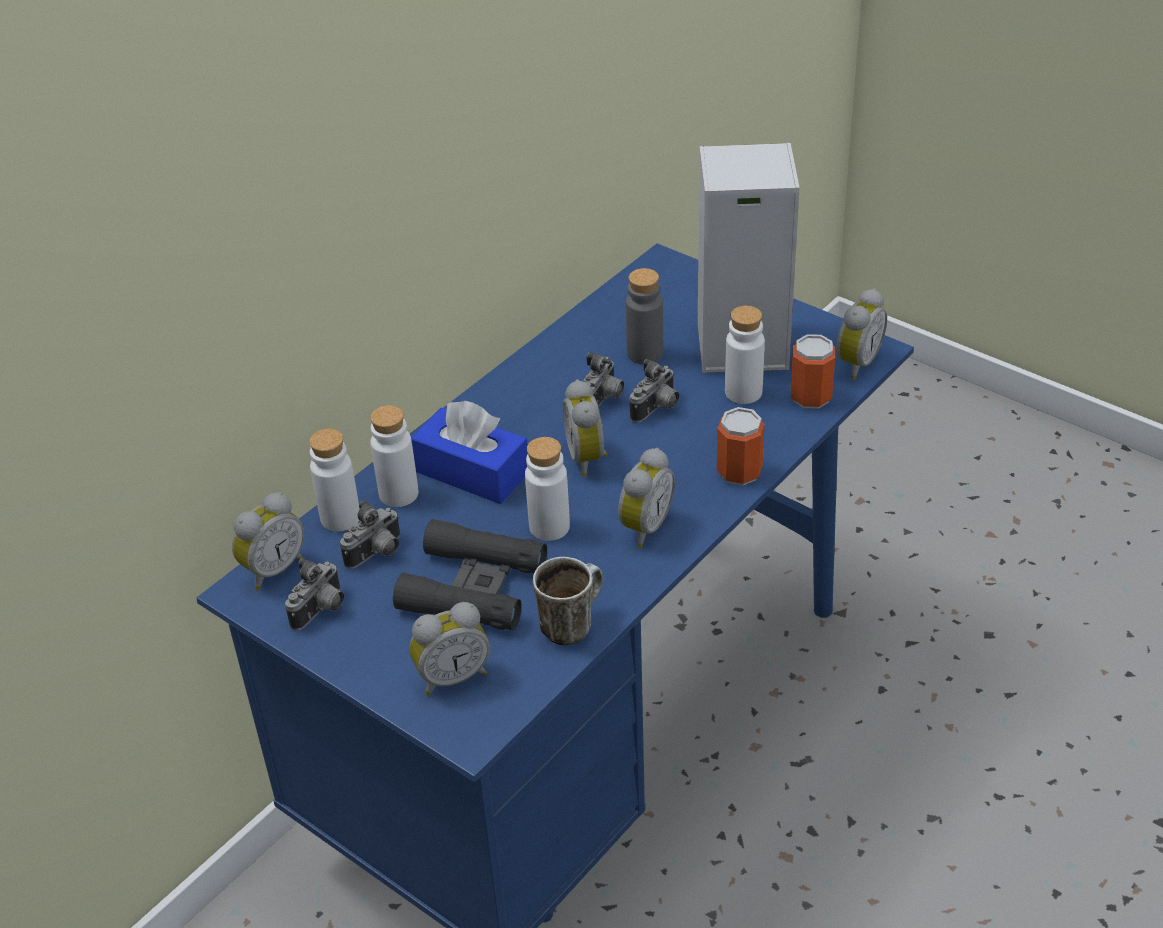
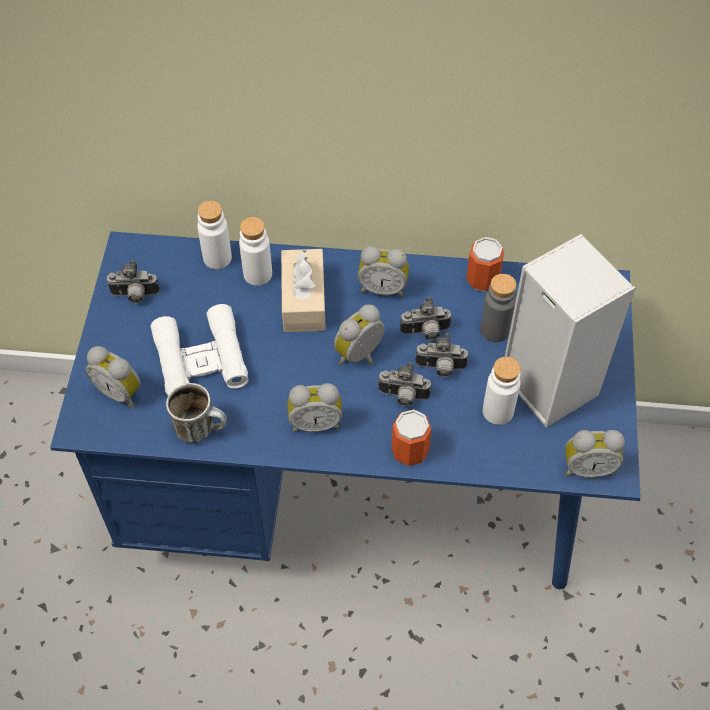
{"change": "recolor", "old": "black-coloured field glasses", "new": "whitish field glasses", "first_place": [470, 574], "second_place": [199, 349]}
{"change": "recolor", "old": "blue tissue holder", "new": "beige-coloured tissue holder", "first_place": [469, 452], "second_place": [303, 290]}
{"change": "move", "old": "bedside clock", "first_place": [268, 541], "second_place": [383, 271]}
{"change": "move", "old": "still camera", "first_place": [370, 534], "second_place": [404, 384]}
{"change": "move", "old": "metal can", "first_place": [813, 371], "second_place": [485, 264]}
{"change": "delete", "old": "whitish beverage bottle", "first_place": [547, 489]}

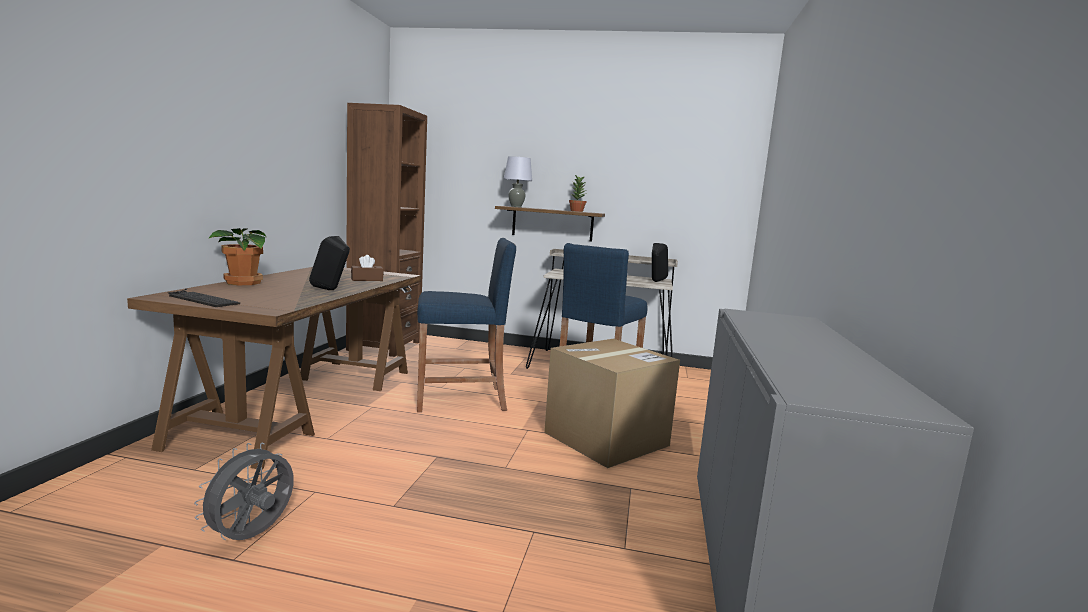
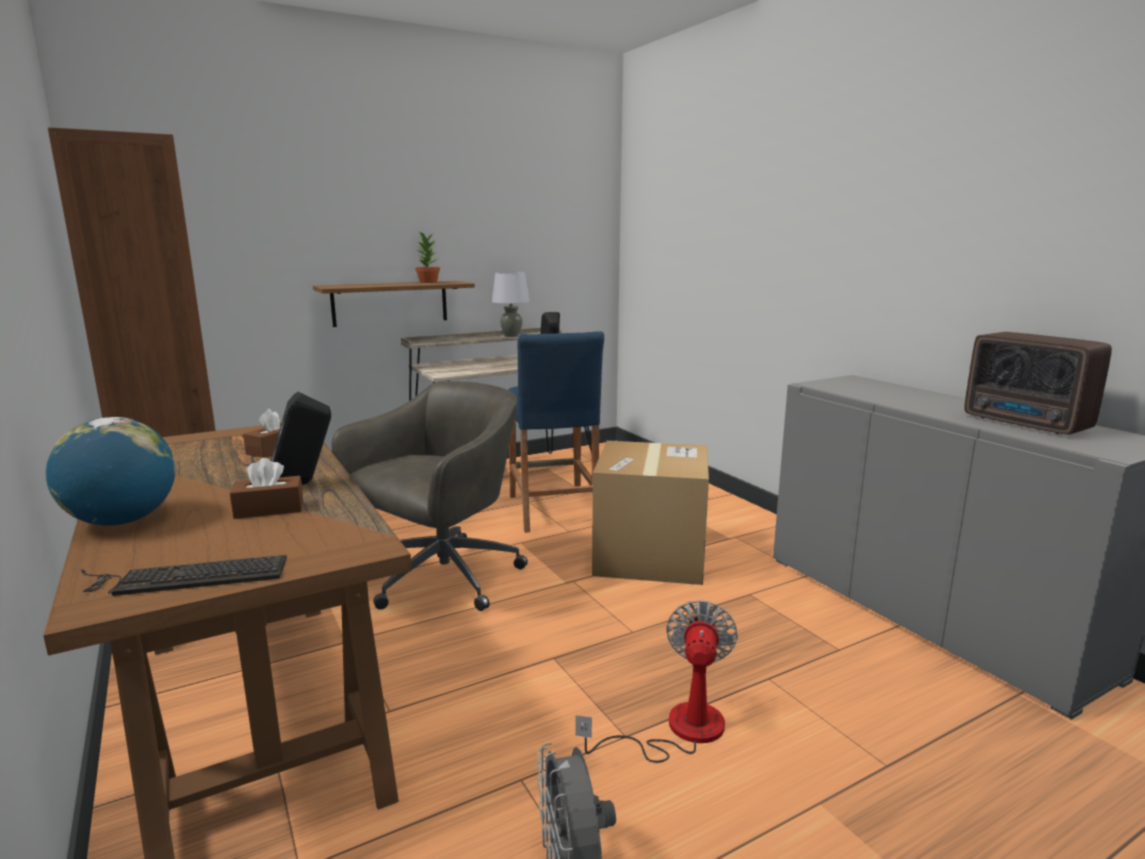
{"change": "replace", "old": "plant in a pot", "new": "desk globe", "first_place": [237, 256], "second_place": [110, 471]}
{"change": "insert", "new": "brown tissue holder", "second_place": [266, 488]}
{"change": "replace", "old": "blue stool", "new": "gray desk chair", "first_place": [466, 325], "second_place": [430, 496]}
{"change": "move", "old": "gray lamp for a table", "first_place": [517, 181], "second_place": [511, 304]}
{"change": "insert", "new": "fan", "second_place": [657, 681]}
{"change": "insert", "new": "radio set", "second_place": [1038, 383]}

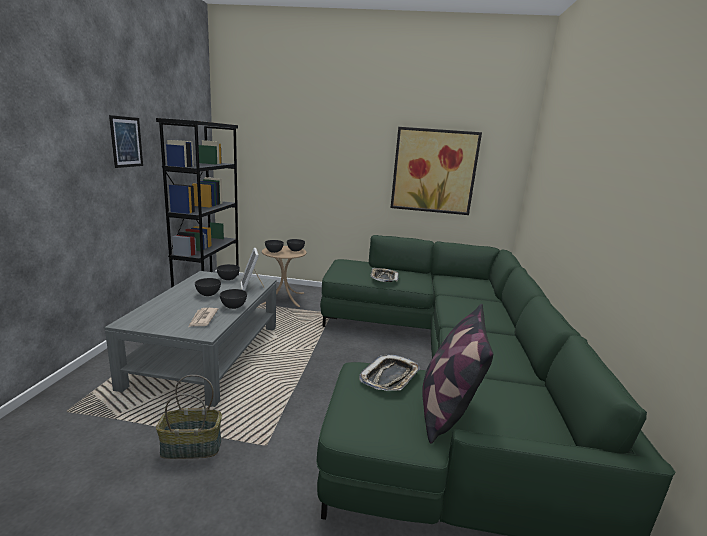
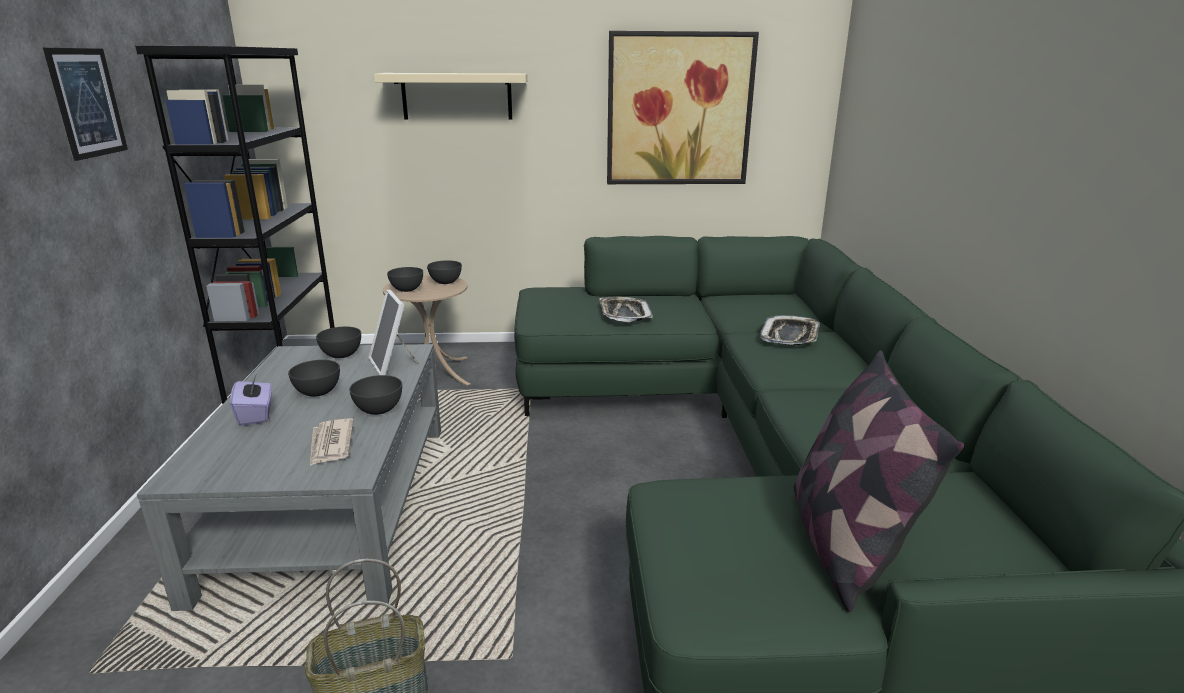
{"change": "insert", "new": "purple-coloured tissue holder", "second_place": [251, 399]}
{"change": "insert", "new": "beige-coloured wall shelf", "second_place": [450, 96]}
{"change": "move", "old": "tray", "first_place": [389, 372], "second_place": [790, 330]}

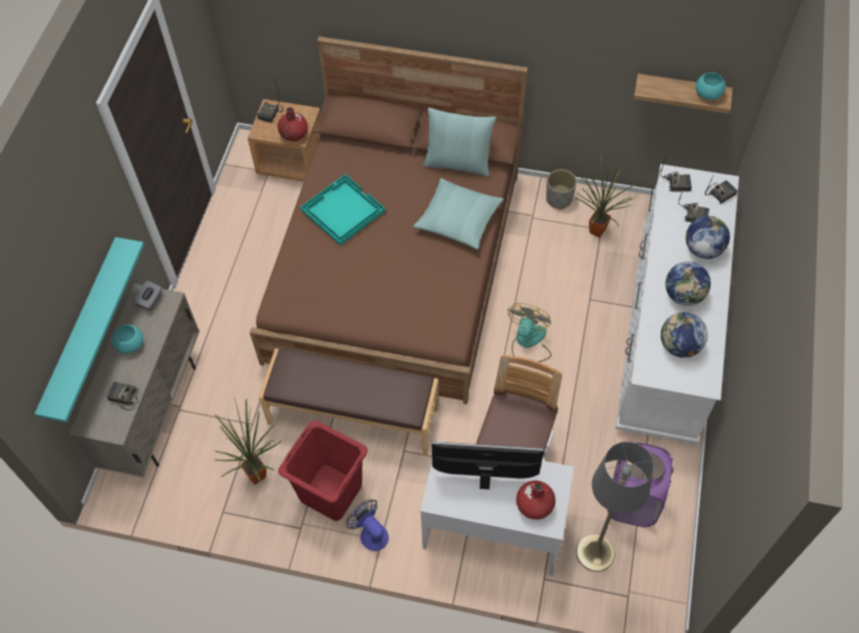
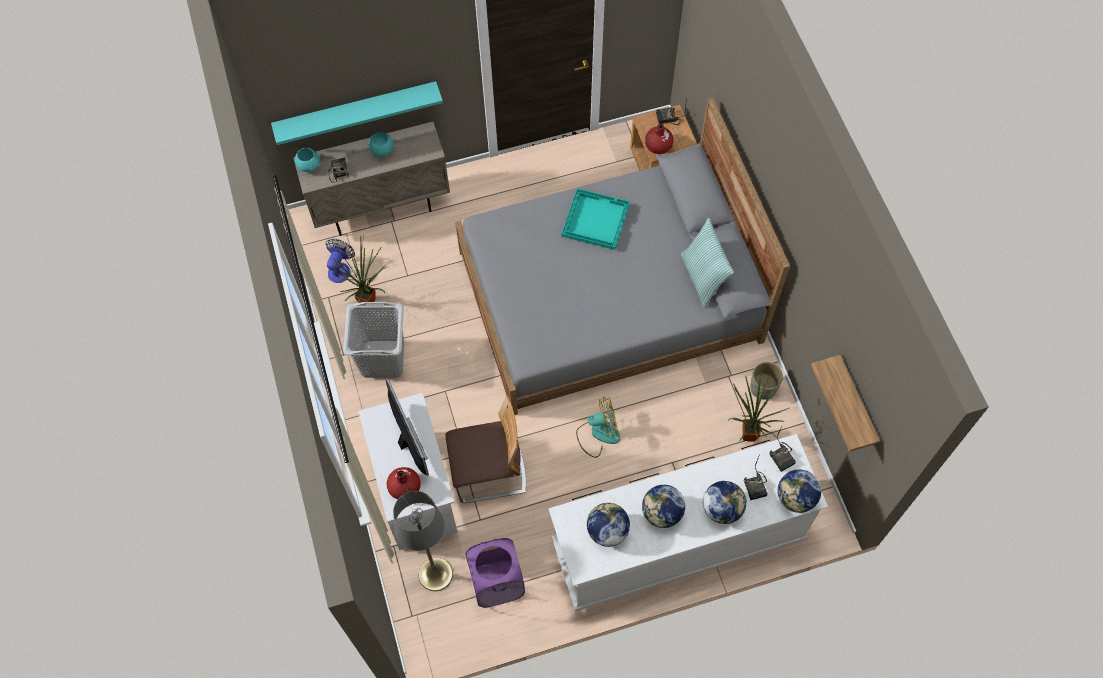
{"change": "move", "old": "turquoise serving bowl", "first_place": [711, 86], "second_place": [307, 160]}
{"change": "move", "old": "fan", "first_place": [367, 525], "second_place": [340, 261]}
{"change": "recolor", "old": "red-coloured laundry basket", "new": "gray laundry basket", "first_place": [323, 471], "second_place": [373, 340]}
{"change": "recolor", "old": "brown bedroom bed", "new": "gray bedroom bed", "first_place": [389, 220], "second_place": [622, 256]}
{"change": "replace", "old": "radio set", "new": "desk globe", "first_place": [721, 189], "second_place": [799, 491]}
{"change": "delete", "old": "gray tissue holder", "first_place": [148, 295]}
{"change": "delete", "old": "brown bench", "first_place": [349, 402]}
{"change": "delete", "old": "throw pillow", "first_place": [458, 214]}

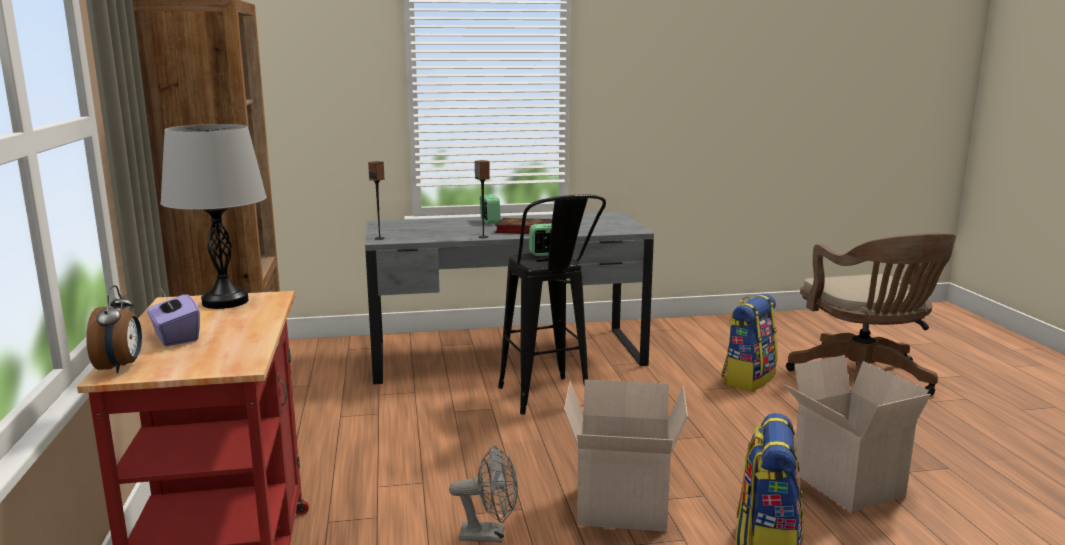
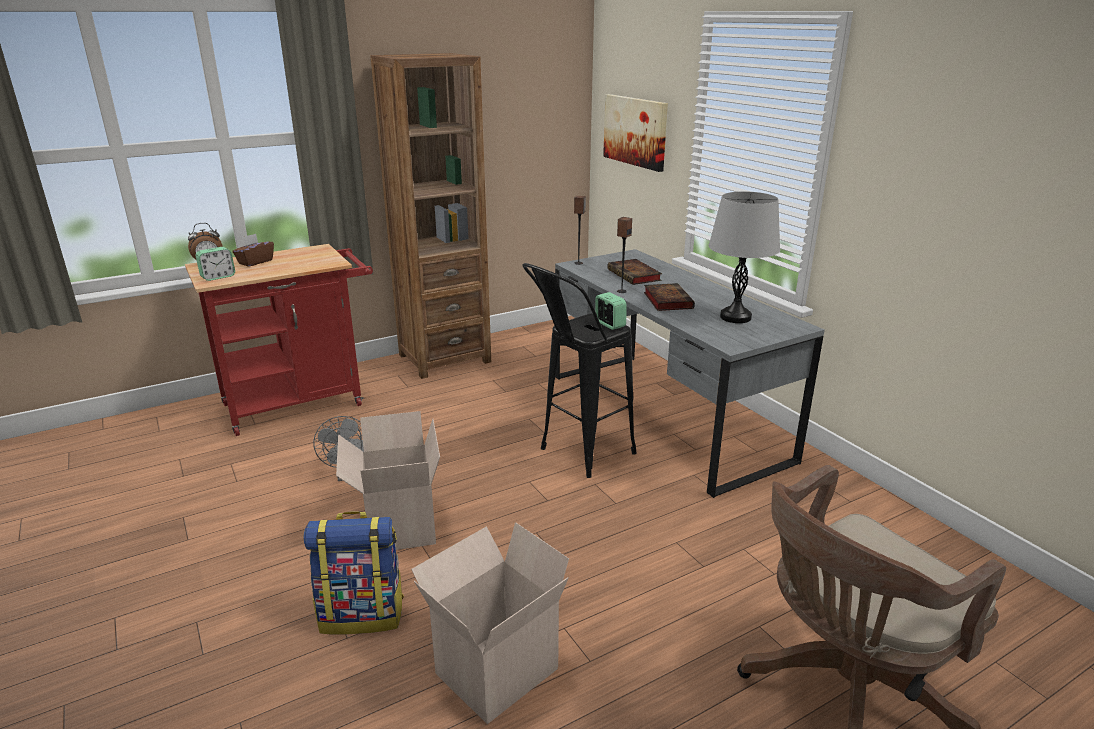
{"change": "move", "old": "bedside clock", "first_place": [490, 209], "second_place": [215, 264]}
{"change": "recolor", "old": "purple-coloured tissue holder", "new": "brown tissue holder", "first_place": [173, 317], "second_place": [253, 250]}
{"change": "insert", "new": "wall picture", "second_place": [635, 133]}
{"change": "insert", "new": "volume", "second_place": [634, 272]}
{"change": "move", "old": "gray lamp for a table", "first_place": [213, 216], "second_place": [744, 257]}
{"change": "delete", "old": "knapsack", "first_place": [750, 343]}

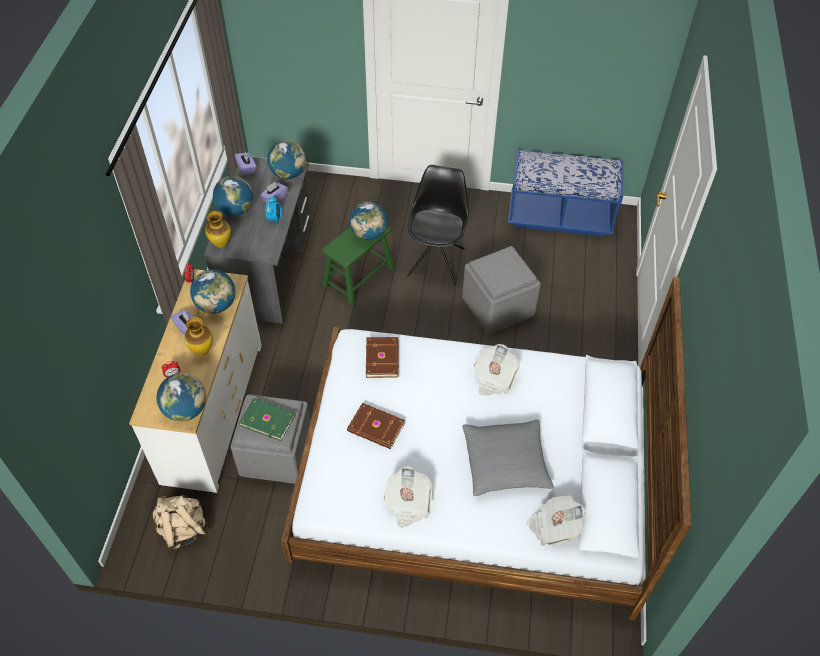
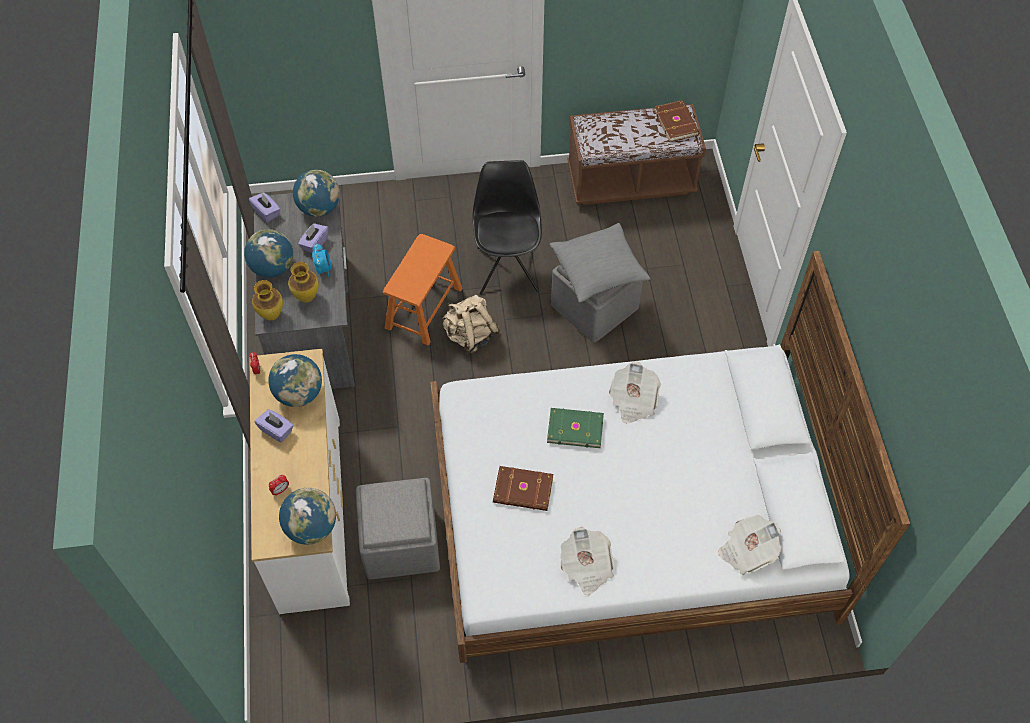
{"change": "move", "old": "decorative vase", "first_place": [198, 336], "second_place": [303, 282]}
{"change": "recolor", "old": "greenish stool", "new": "orange-coloured stool", "first_place": [358, 266], "second_place": [423, 289]}
{"change": "move", "old": "beige-coloured knapsack", "first_place": [181, 521], "second_place": [471, 324]}
{"change": "move", "old": "greenish volume", "first_place": [267, 419], "second_place": [575, 428]}
{"change": "move", "old": "gray throw pillow", "first_place": [508, 457], "second_place": [600, 262]}
{"change": "recolor", "old": "blue bench", "new": "brown bench", "first_place": [565, 193], "second_place": [636, 154]}
{"change": "move", "old": "brown volume", "first_place": [382, 357], "second_place": [677, 121]}
{"change": "delete", "old": "desk globe", "first_place": [369, 221]}

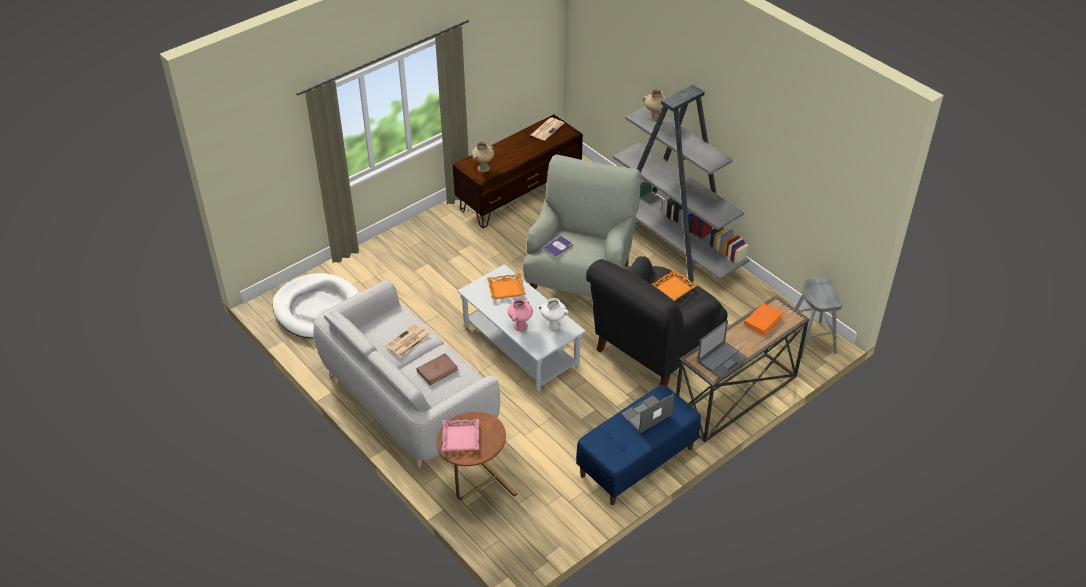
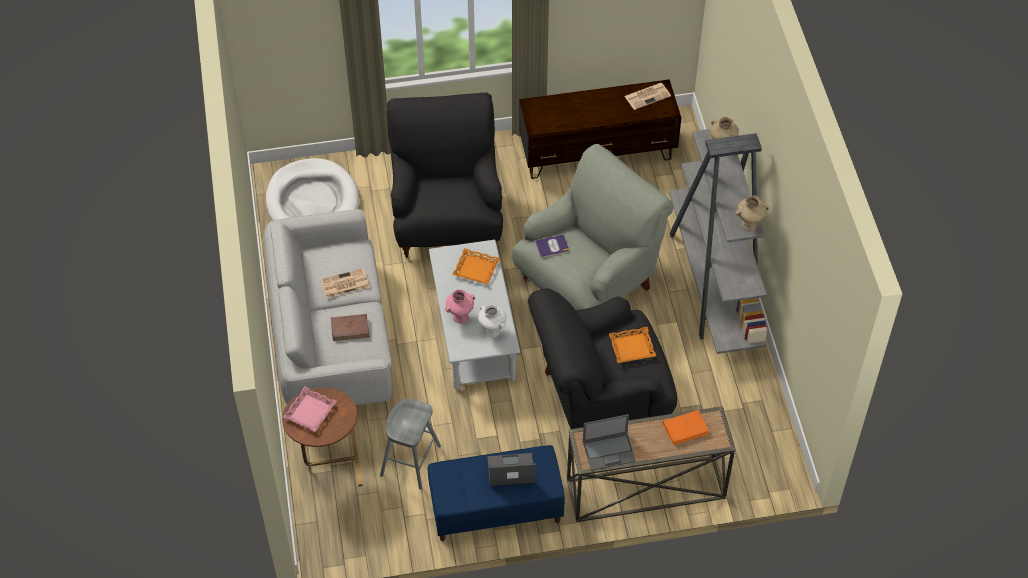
{"change": "move", "old": "gray stool", "first_place": [818, 318], "second_place": [410, 444]}
{"change": "insert", "new": "black-coloured easy chair", "second_place": [445, 175]}
{"change": "move", "old": "beige-coloured decorative vase", "first_place": [483, 156], "second_place": [752, 213]}

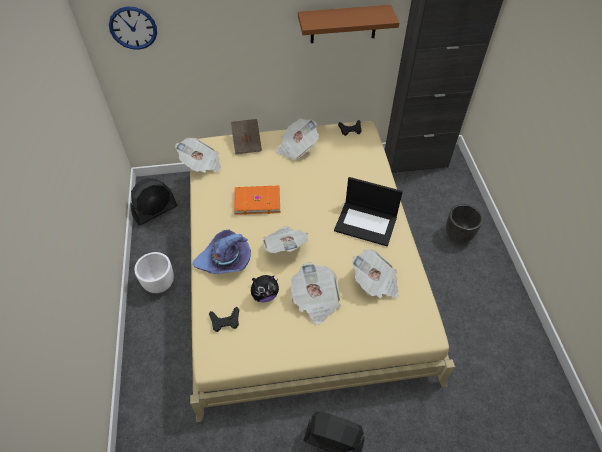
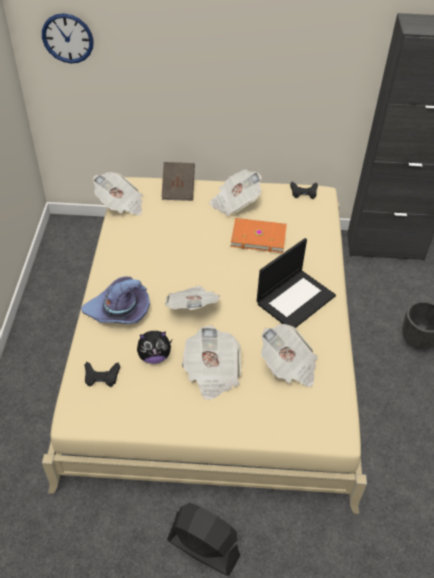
{"change": "move", "old": "orange-coloured volume", "first_place": [257, 200], "second_place": [259, 235]}
{"change": "rotate", "old": "laptop", "first_place": [368, 211], "second_place": [296, 283], "degrees": -75}
{"change": "delete", "old": "black-coloured fan", "first_place": [154, 201]}
{"change": "delete", "old": "whitish plant pot", "first_place": [154, 272]}
{"change": "delete", "old": "brown wall shelf", "first_place": [348, 24]}

